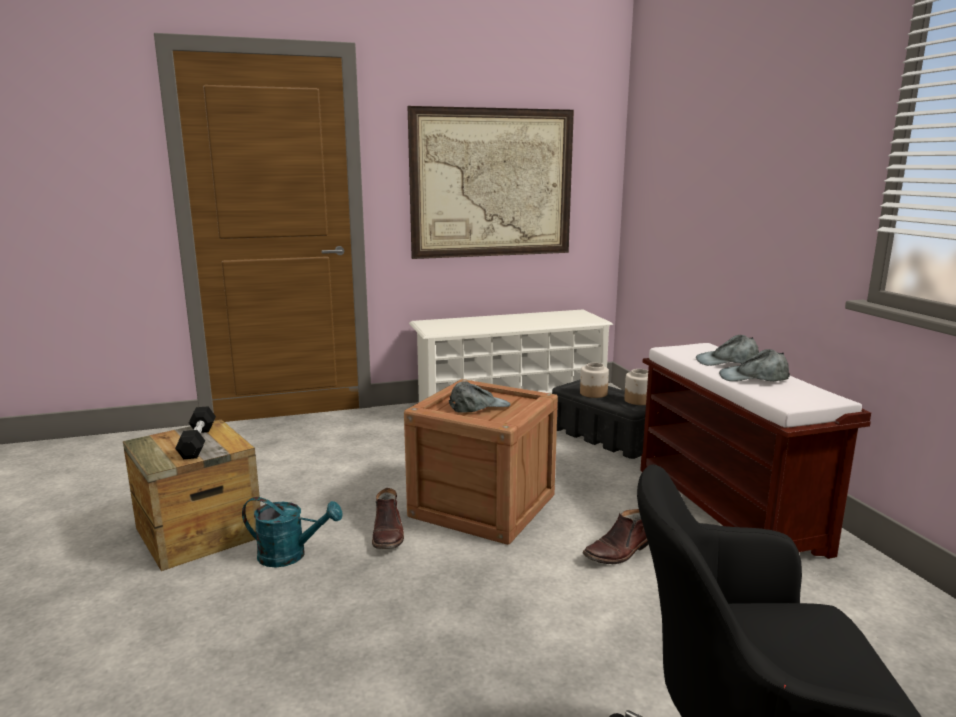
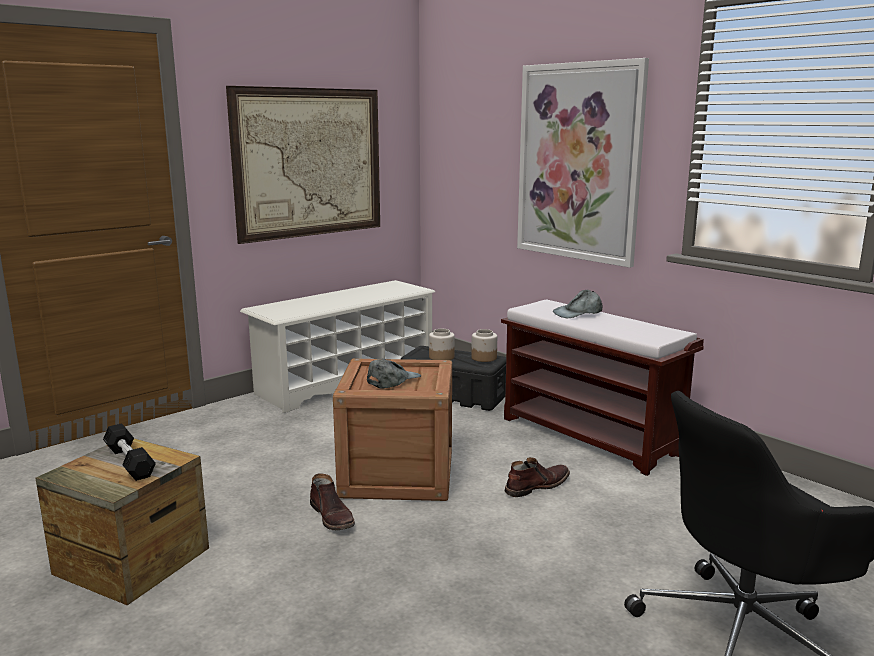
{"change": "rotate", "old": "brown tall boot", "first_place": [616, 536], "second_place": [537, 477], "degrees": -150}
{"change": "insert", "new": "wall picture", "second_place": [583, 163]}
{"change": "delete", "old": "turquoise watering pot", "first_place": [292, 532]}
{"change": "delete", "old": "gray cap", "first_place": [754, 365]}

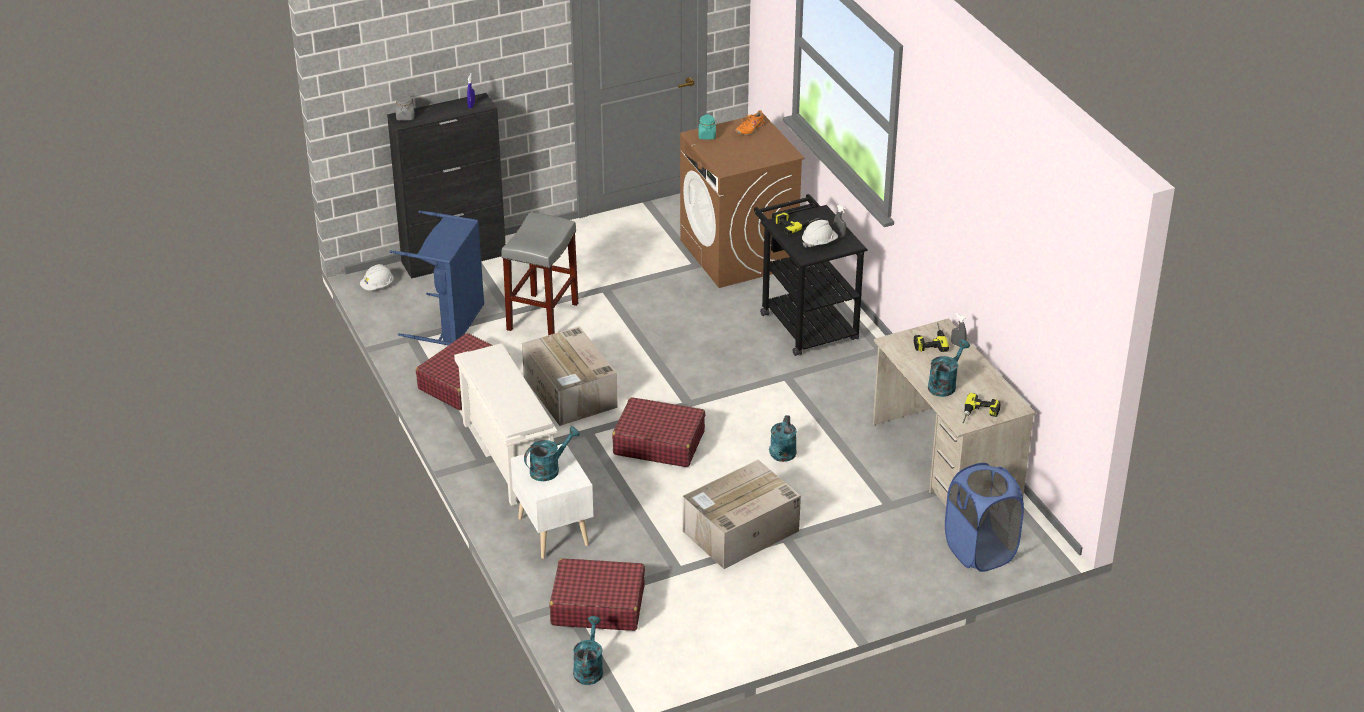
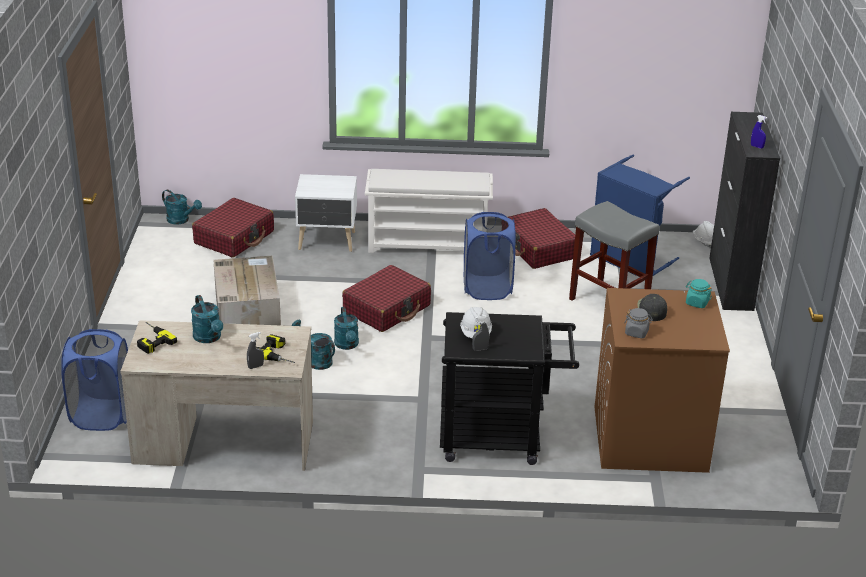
{"change": "move", "old": "turquoise watering pot", "first_place": [552, 453], "second_place": [346, 328]}
{"change": "replace", "old": "carton", "new": "blue laundry basket", "first_place": [570, 376], "second_place": [490, 256]}
{"change": "move", "old": "gray jar", "first_place": [405, 108], "second_place": [638, 323]}
{"change": "insert", "new": "black-coloured cap", "second_place": [652, 307]}
{"change": "delete", "old": "orange-coloured low shoe", "first_place": [750, 122]}
{"change": "delete", "old": "drill", "first_place": [797, 223]}

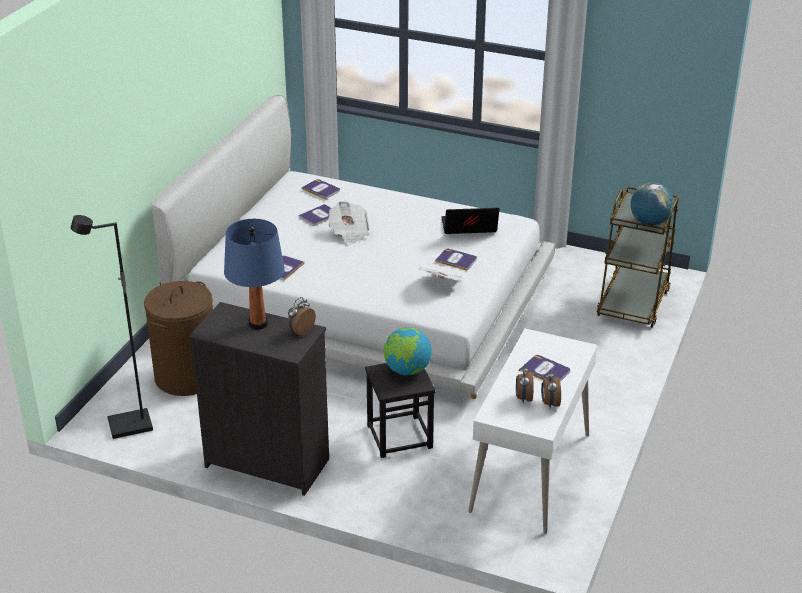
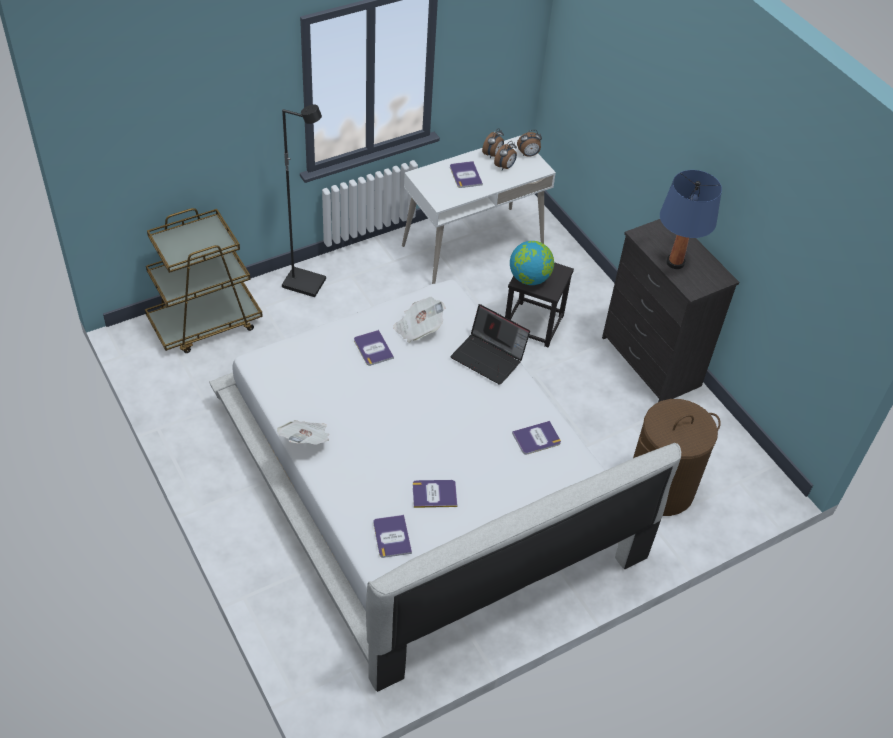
{"change": "move", "old": "daily paper", "first_place": [349, 223], "second_place": [303, 432]}
{"change": "move", "old": "black-coloured standard lamp", "first_place": [112, 327], "second_place": [304, 200]}
{"change": "move", "old": "laptop", "first_place": [470, 221], "second_place": [490, 344]}
{"change": "move", "old": "bedside clock", "first_place": [301, 316], "second_place": [529, 143]}
{"change": "delete", "old": "desk globe", "first_place": [652, 204]}

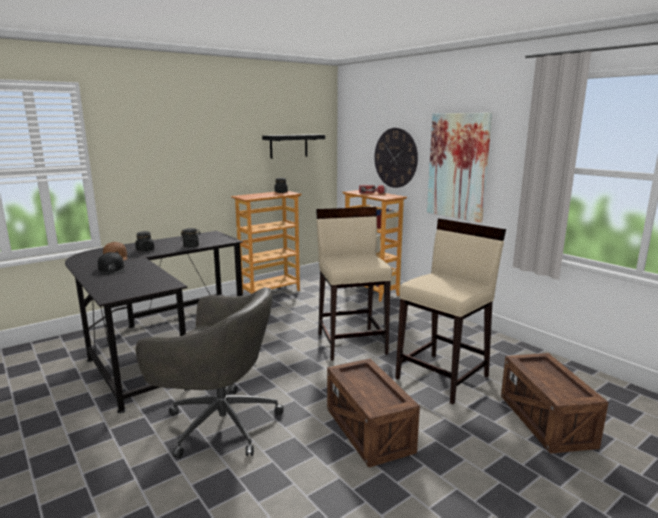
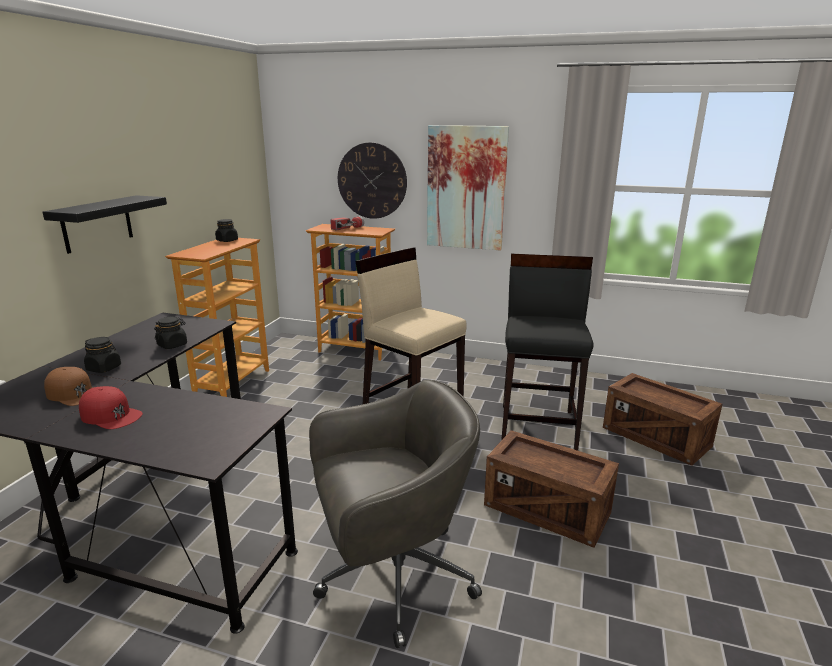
{"change": "move", "old": "black-coloured wall shelf", "first_place": [293, 146], "second_place": [105, 224]}
{"change": "recolor", "old": "black-coloured cap", "new": "red-coloured cap", "first_place": [111, 263], "second_place": [111, 407]}
{"change": "recolor", "old": "beige-coloured stool", "new": "black-coloured stool", "first_place": [450, 311], "second_place": [547, 352]}

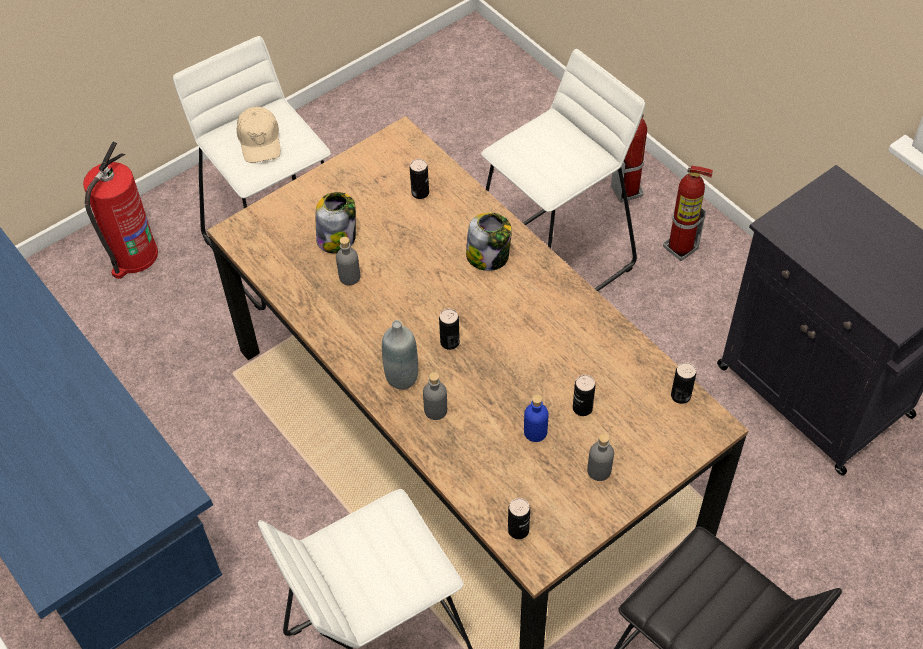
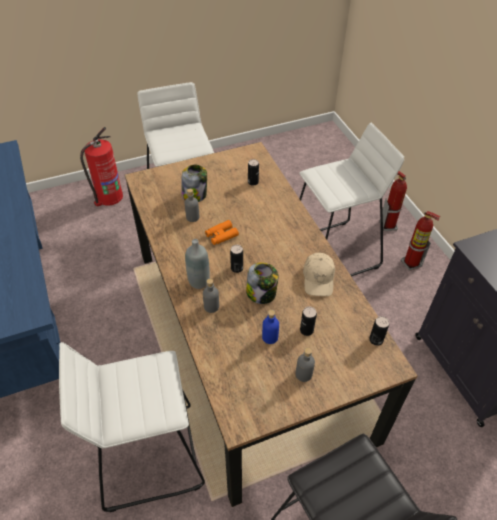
{"change": "insert", "new": "orange-coloured field glasses", "second_place": [222, 232]}
{"change": "move", "old": "jar", "first_place": [489, 241], "second_place": [262, 283]}
{"change": "move", "old": "beige-coloured cap", "first_place": [258, 135], "second_place": [319, 274]}
{"change": "delete", "old": "metal can", "first_place": [519, 518]}

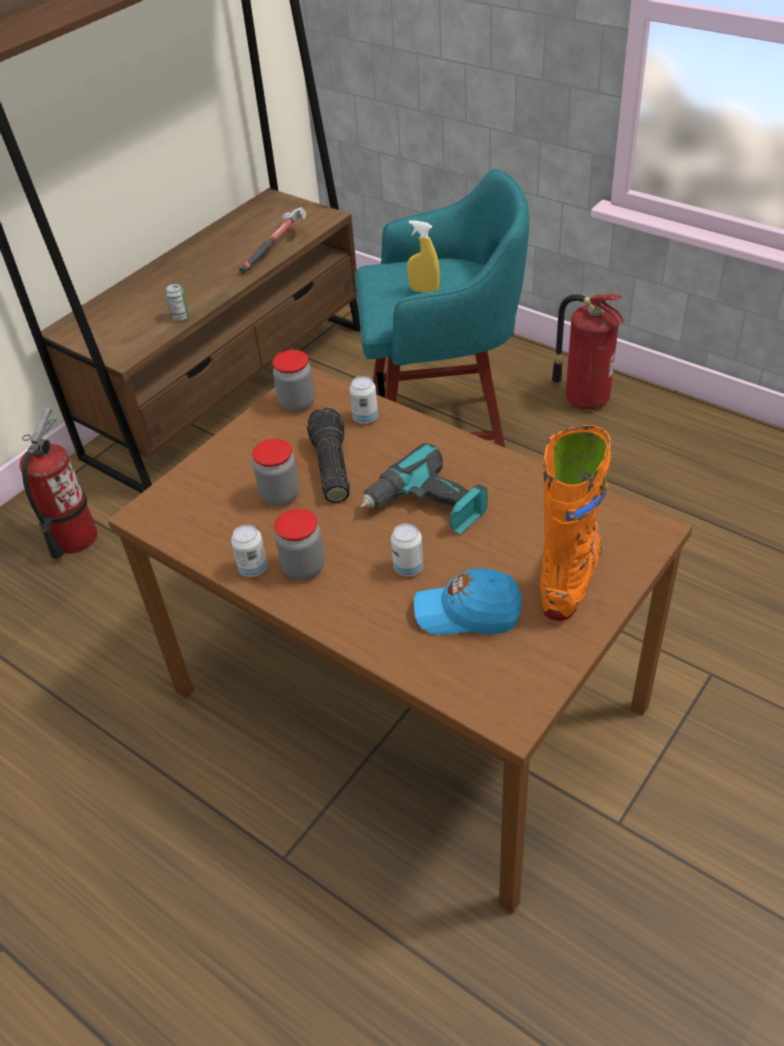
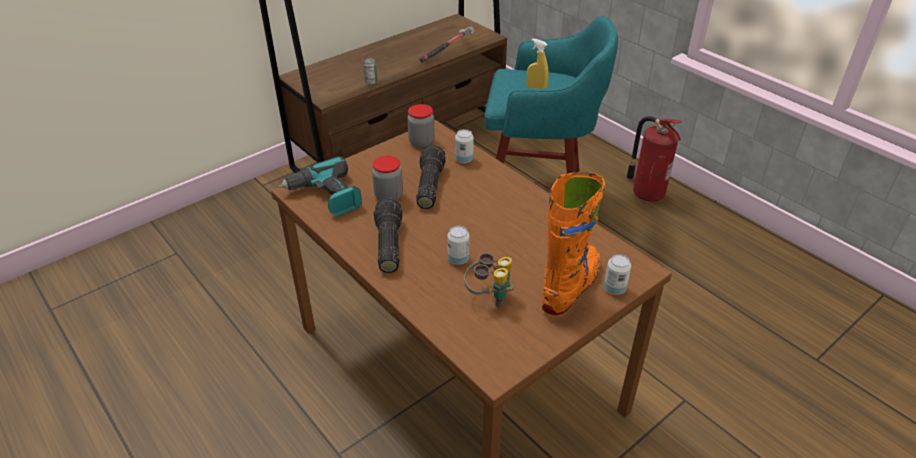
{"change": "move", "old": "drill", "first_place": [423, 488], "second_place": [320, 186]}
{"change": "replace", "old": "jar", "new": "hand torch", "first_place": [299, 544], "second_place": [388, 235]}
{"change": "replace", "old": "blue cap", "new": "field glasses", "first_place": [468, 601], "second_place": [489, 280]}
{"change": "move", "old": "metal can", "first_place": [249, 550], "second_place": [617, 274]}
{"change": "delete", "old": "extinguisher", "first_place": [58, 483]}

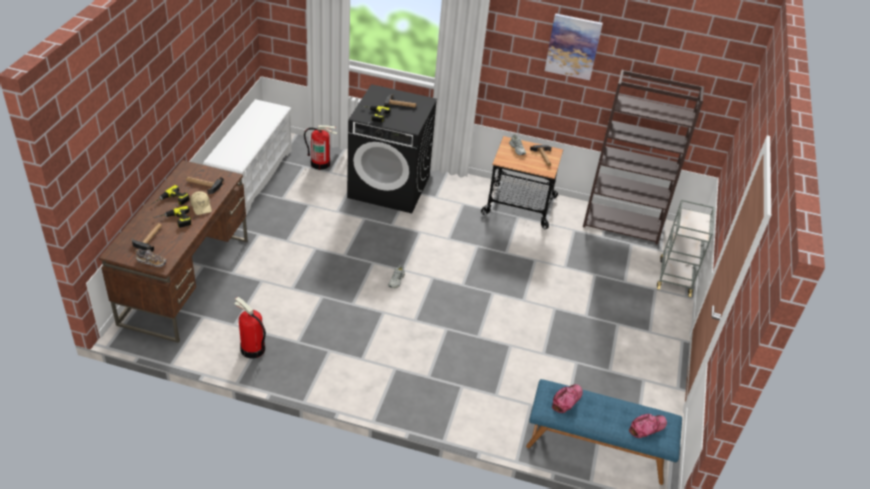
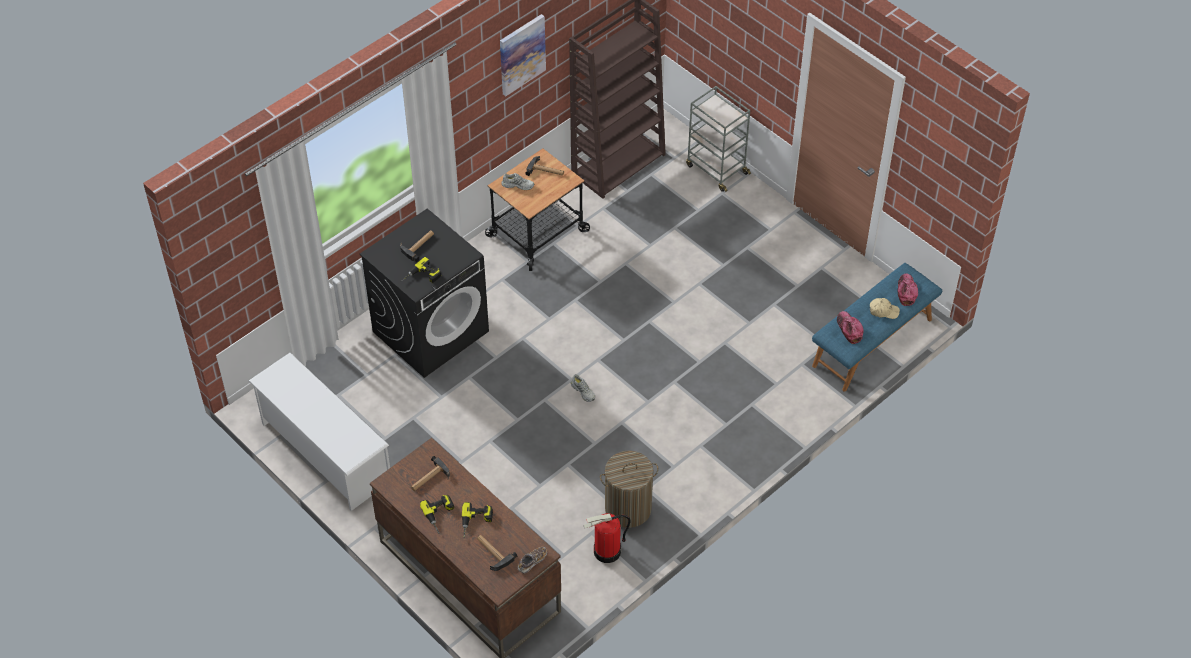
{"change": "insert", "new": "laundry basket", "second_place": [629, 489]}
{"change": "move", "old": "beige-coloured cap", "first_place": [201, 203], "second_place": [885, 308]}
{"change": "delete", "old": "extinguisher", "first_place": [321, 147]}

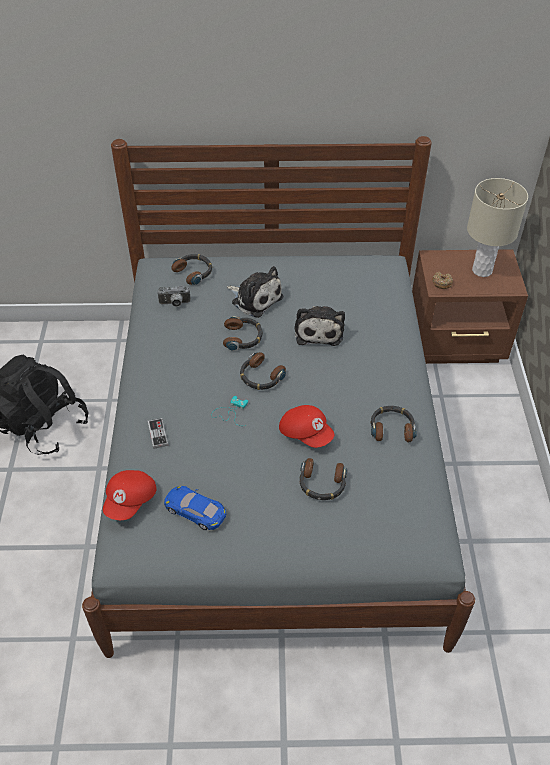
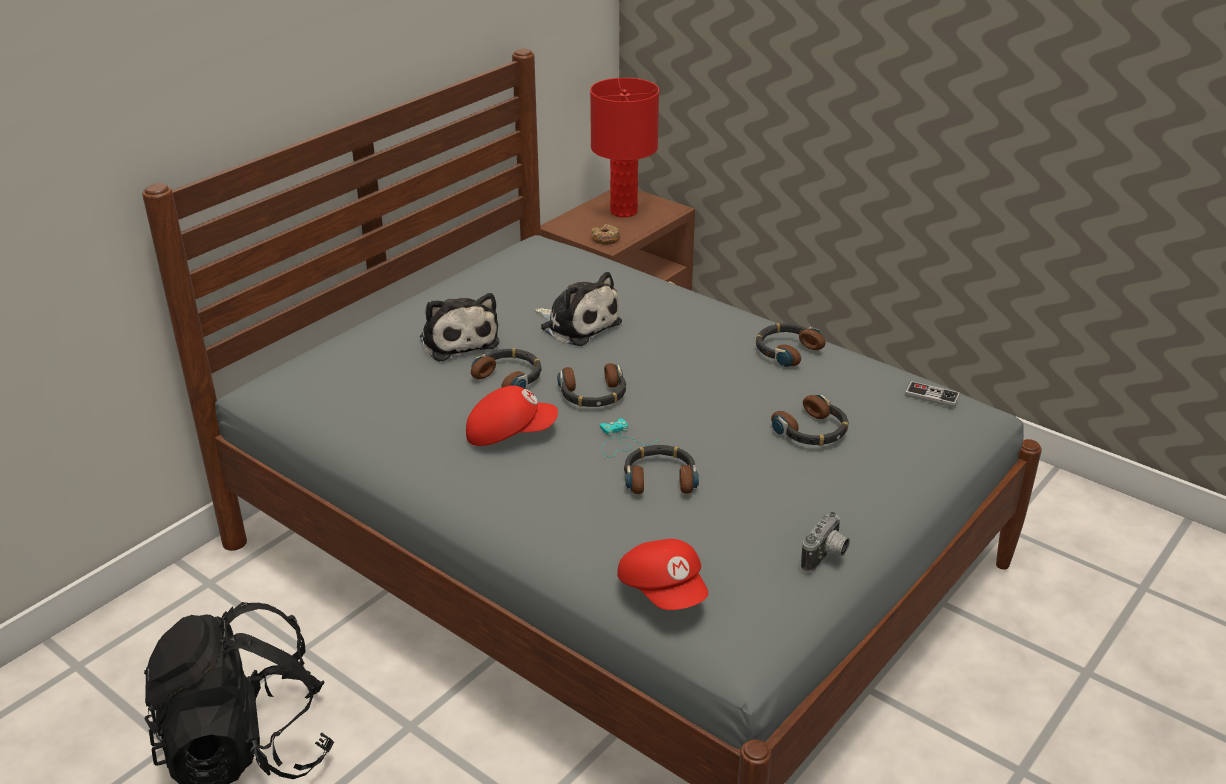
{"change": "rotate", "old": "soft toy", "first_place": [255, 292], "second_place": [460, 327], "degrees": 75}
{"change": "move", "old": "red-coloured cap", "first_place": [306, 426], "second_place": [512, 415]}
{"change": "recolor", "old": "beige-coloured lamp for a table", "new": "red-coloured lamp for a table", "first_place": [497, 227], "second_place": [624, 147]}
{"change": "move", "old": "pair of headphones", "first_place": [191, 269], "second_place": [661, 469]}
{"change": "move", "old": "still camera", "first_place": [174, 296], "second_place": [825, 542]}
{"change": "move", "old": "gamepad", "first_place": [158, 433], "second_place": [932, 394]}
{"change": "delete", "old": "blue model car", "first_place": [195, 508]}

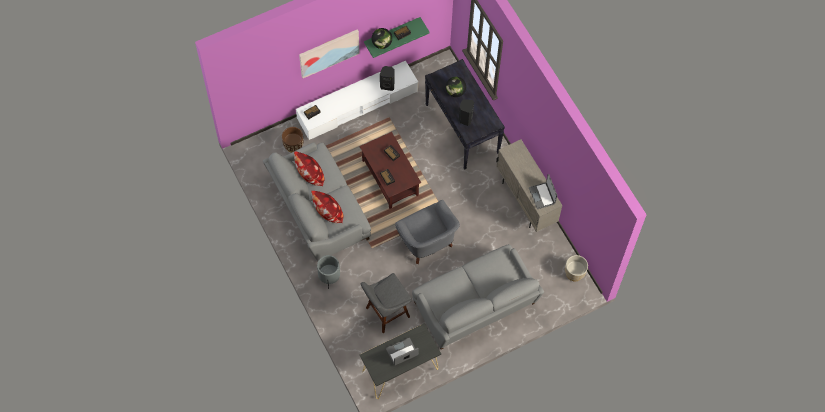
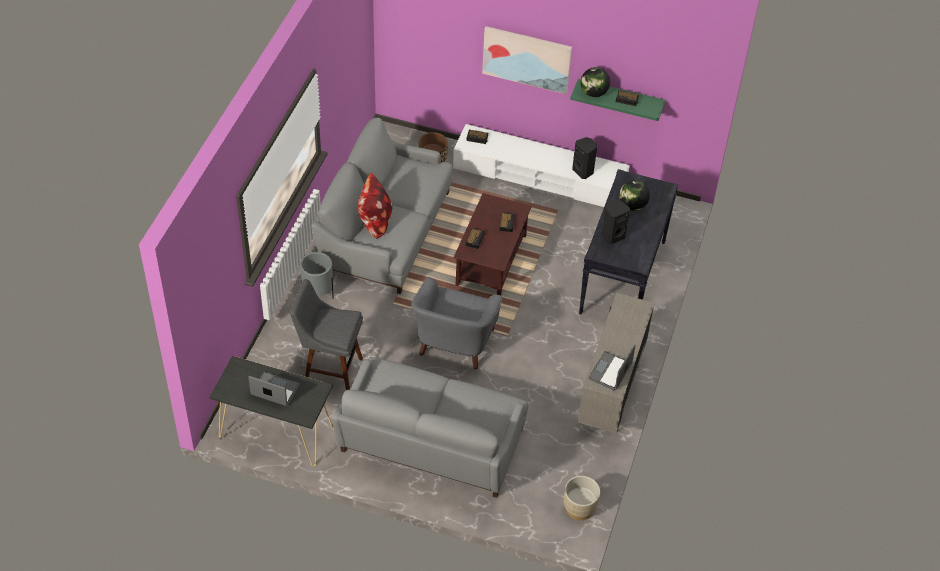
{"change": "delete", "old": "throw pillow", "first_place": [309, 168]}

